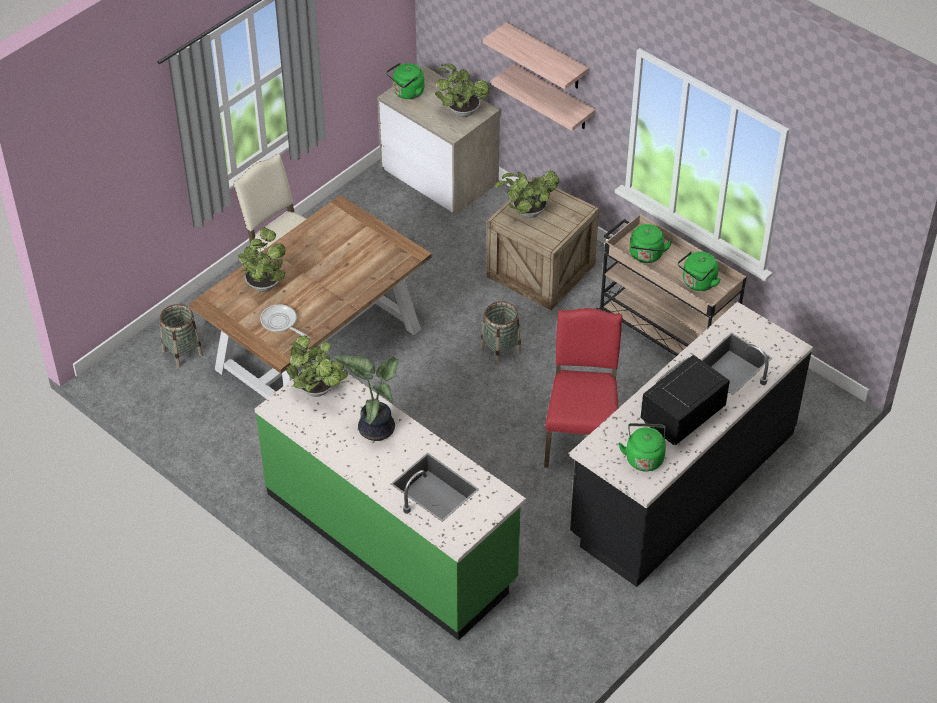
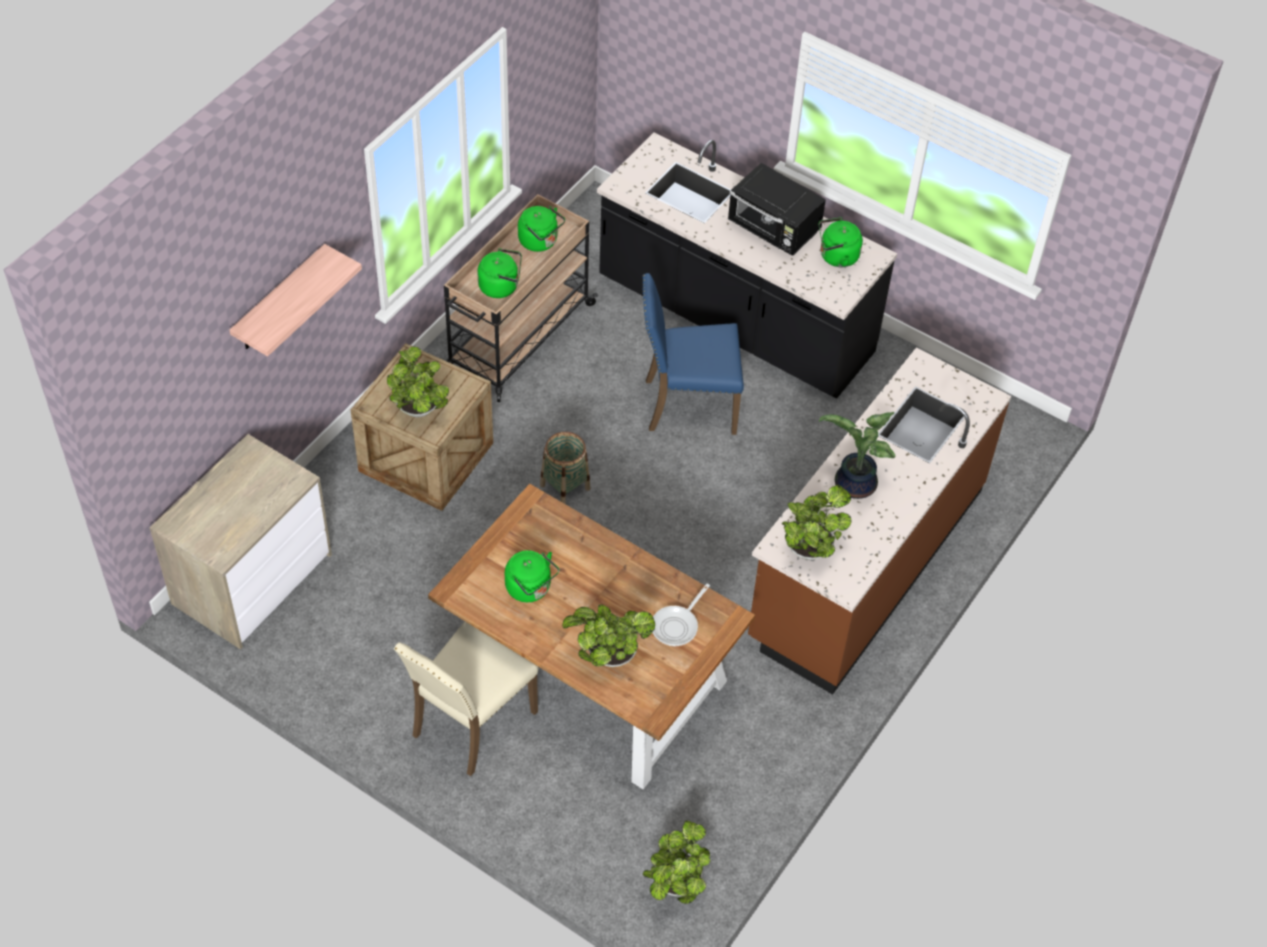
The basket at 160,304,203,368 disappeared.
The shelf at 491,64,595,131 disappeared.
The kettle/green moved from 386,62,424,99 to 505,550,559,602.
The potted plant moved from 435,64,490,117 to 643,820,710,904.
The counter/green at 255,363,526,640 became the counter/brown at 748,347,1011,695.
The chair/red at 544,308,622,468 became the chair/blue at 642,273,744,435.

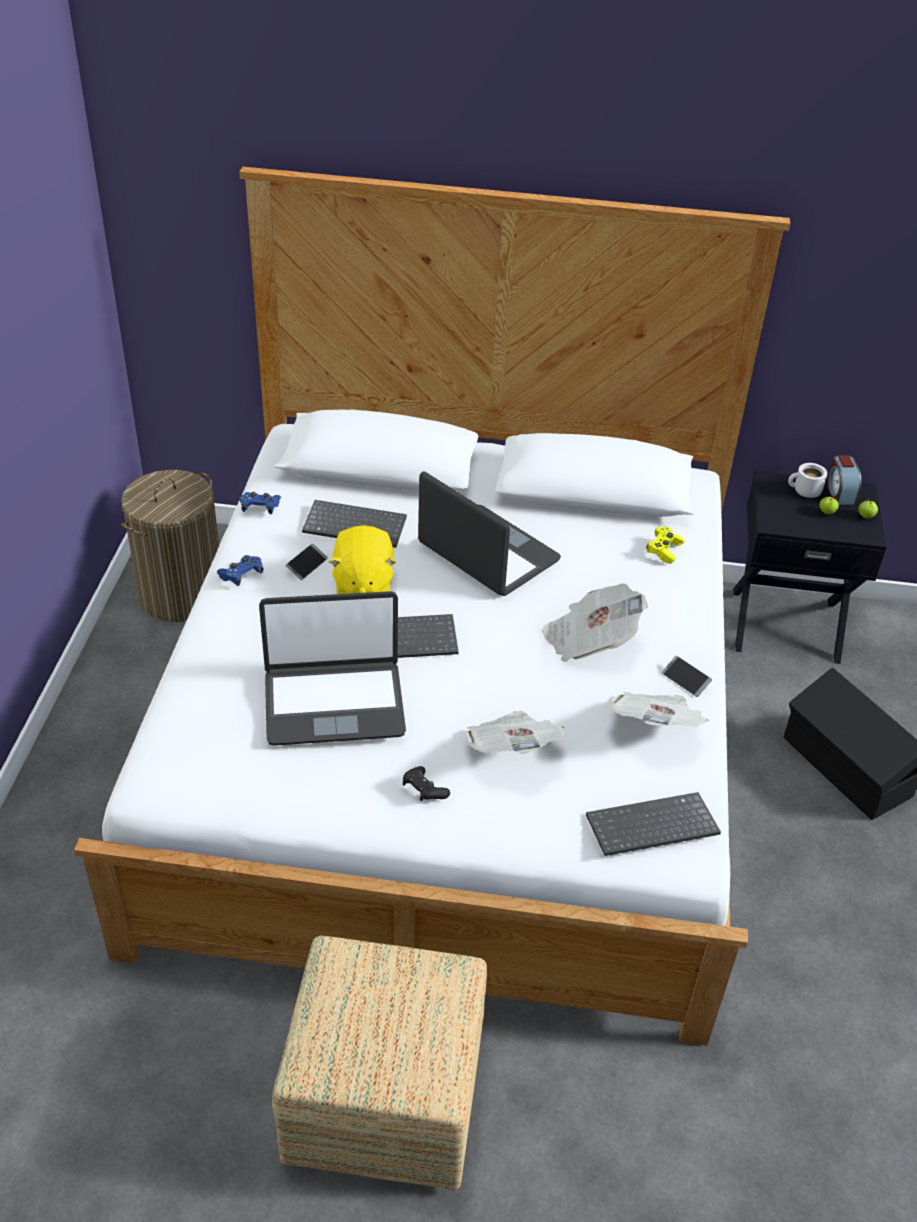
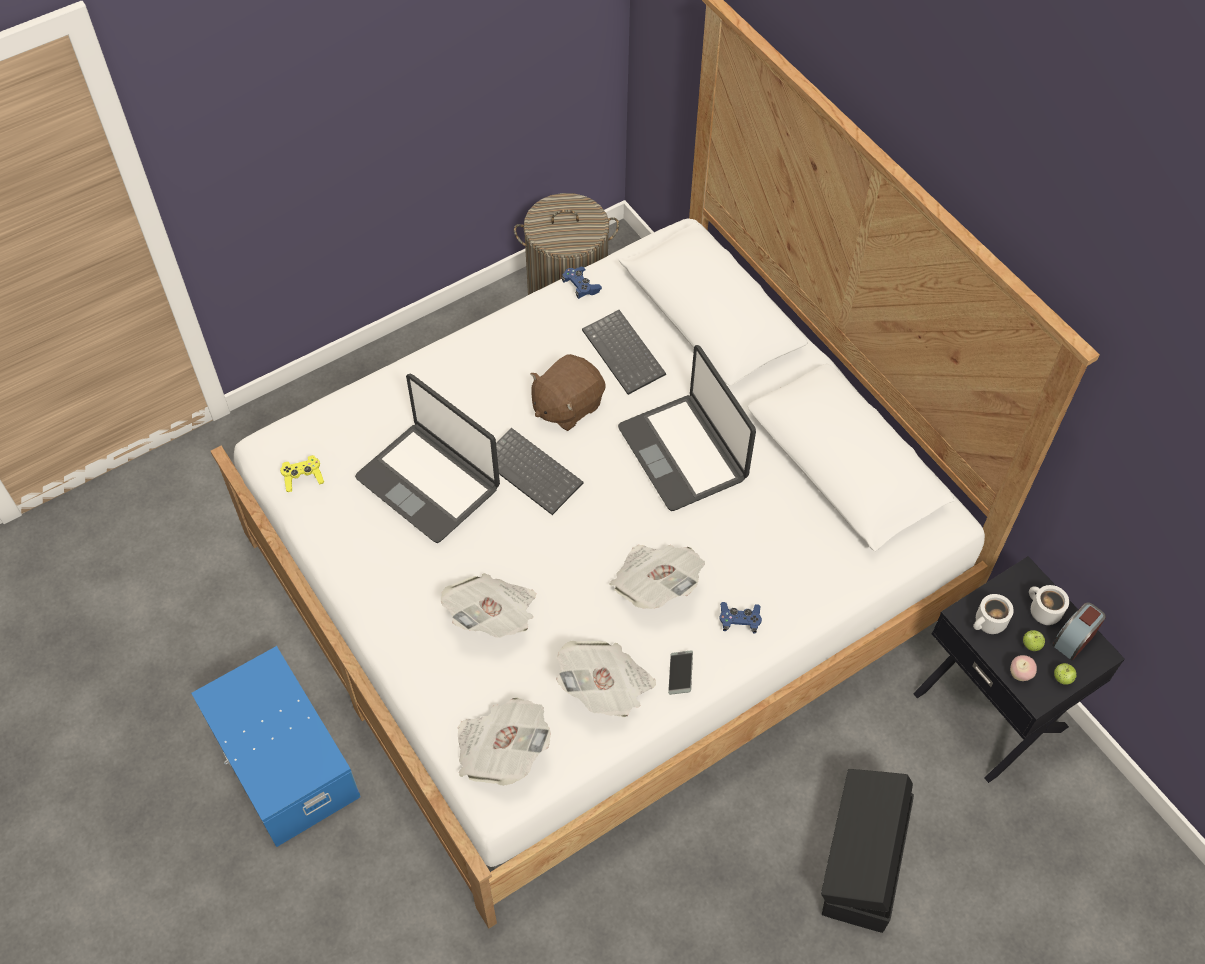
The phone at 286,544,328,580 disappeared.
The game controller/black at 403,766,450,801 disappeared.
The mug/white at 973,594,1014,634 appeared.
The apple at 1010,655,1037,681 appeared.
The game controller/blue moved from 217,555,264,586 to 720,602,762,633.
The game controller/yellow moved from 646,527,685,564 to 280,455,324,492.
The ottoman at 272,936,487,1190 was replaced by the storage box/blue at 191,646,361,847.
The keyboard at 586,792,721,856 was replaced by the newspaper at 458,697,551,786.
The plush toy/yellow at 329,525,397,594 became the plush toy/brown at 530,354,606,431.
The laptop at 418,471,561,596 turned 150 degrees clockwise.

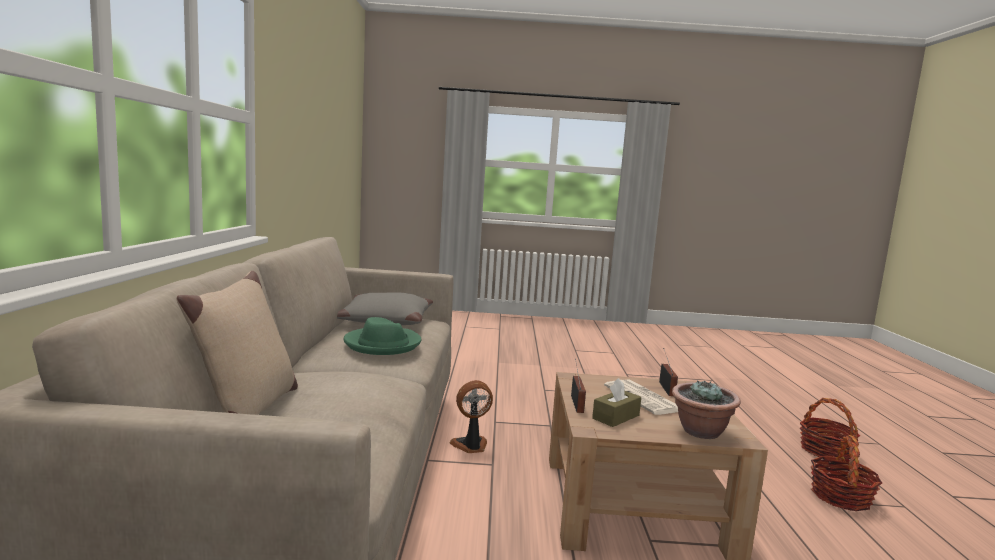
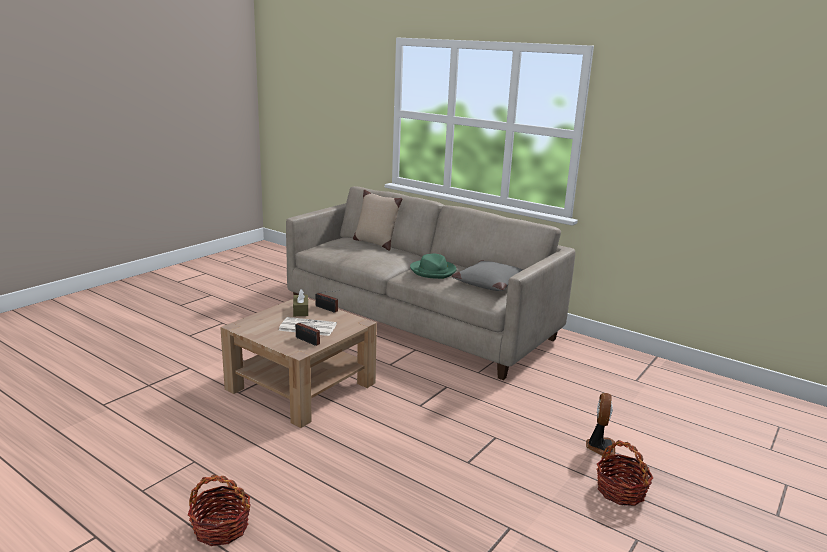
The potted plant at 672,379,741,439 disappeared.
The fan moved from 450,380,493,453 to 586,393,615,456.
The basket moved from 811,435,882,511 to 597,440,653,506.

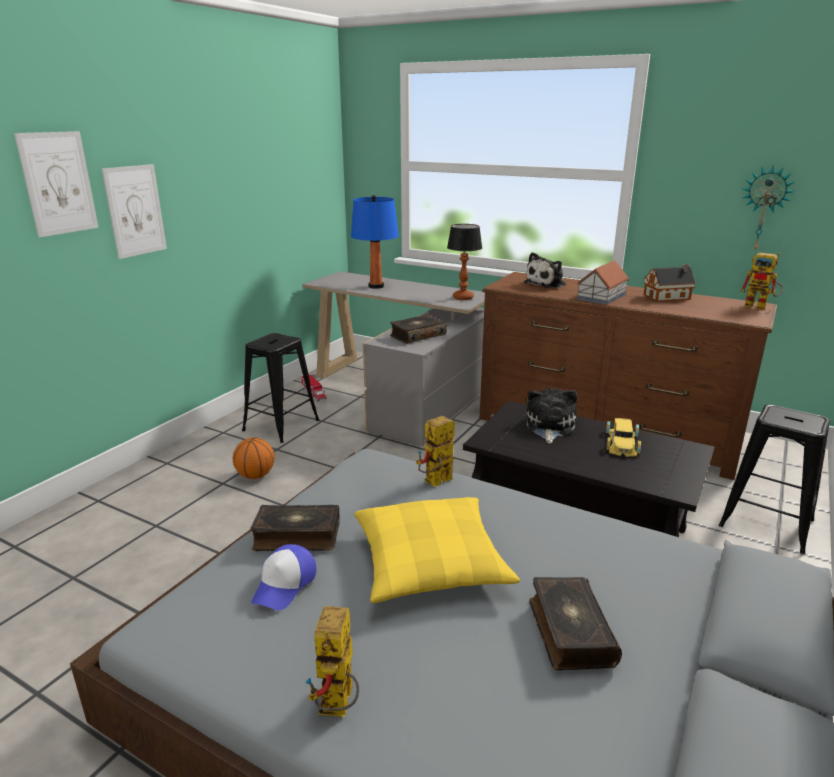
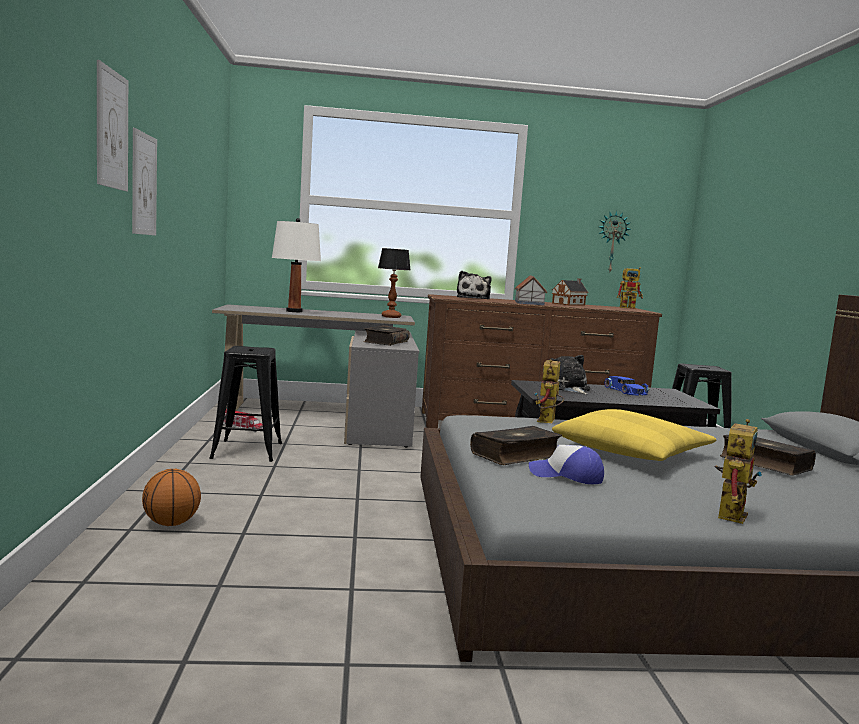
The basketball moved from 233,437,275,479 to 142,469,201,526.
The table lamp/blue at 351,195,399,289 became the table lamp/white at 272,218,321,312.
The toy car/yellow at 606,418,641,457 became the toy car/blue at 604,376,649,396.
The cap at 251,544,317,610 turned 120 degrees clockwise.
The toy robot at 305,606,359,717 turned 120 degrees counterclockwise.

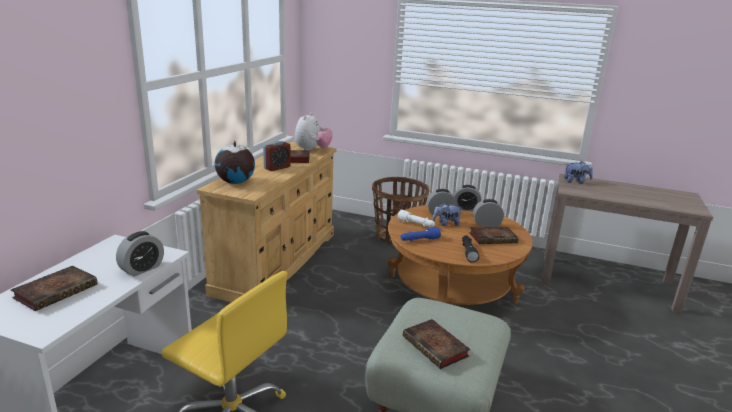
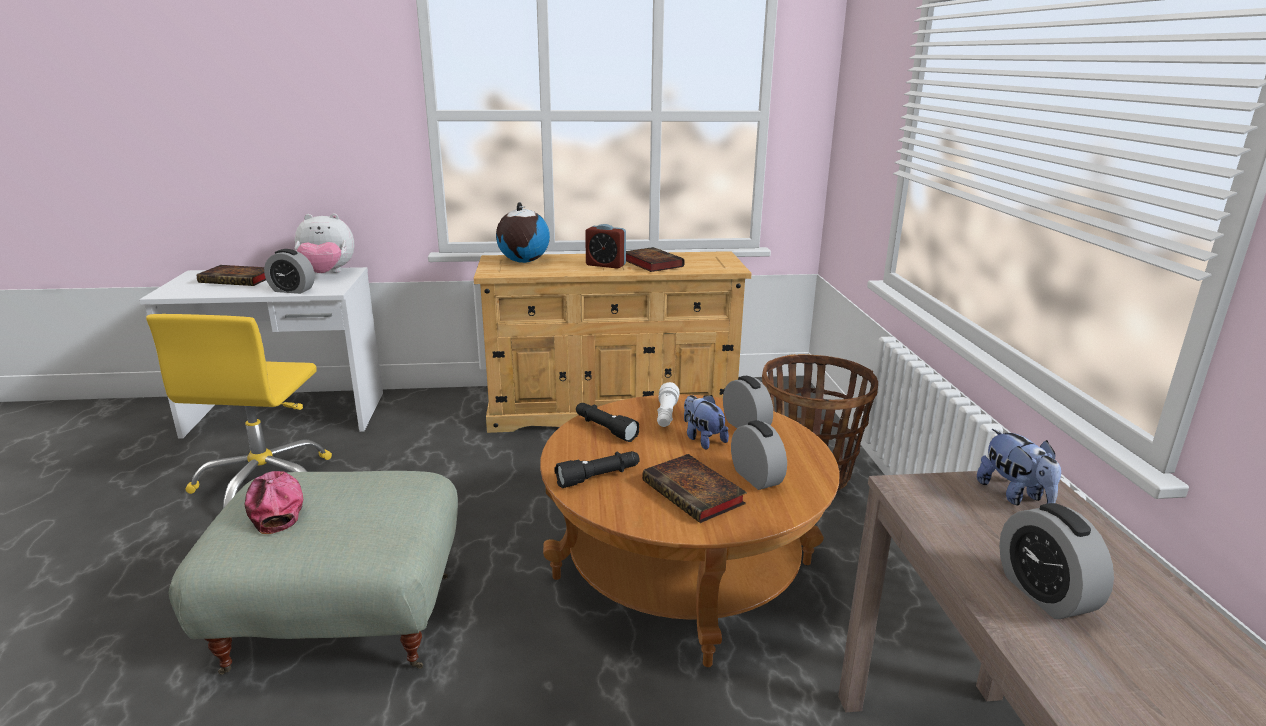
The plush toy moved from 295,113,333,150 to 295,213,354,273.
The alarm clock moved from 454,185,481,211 to 999,503,1114,619.
The book at 403,319,470,369 was replaced by the cap at 245,471,303,534.
The flashlight/blue at 401,227,441,241 became the flashlight/black at 576,403,639,442.

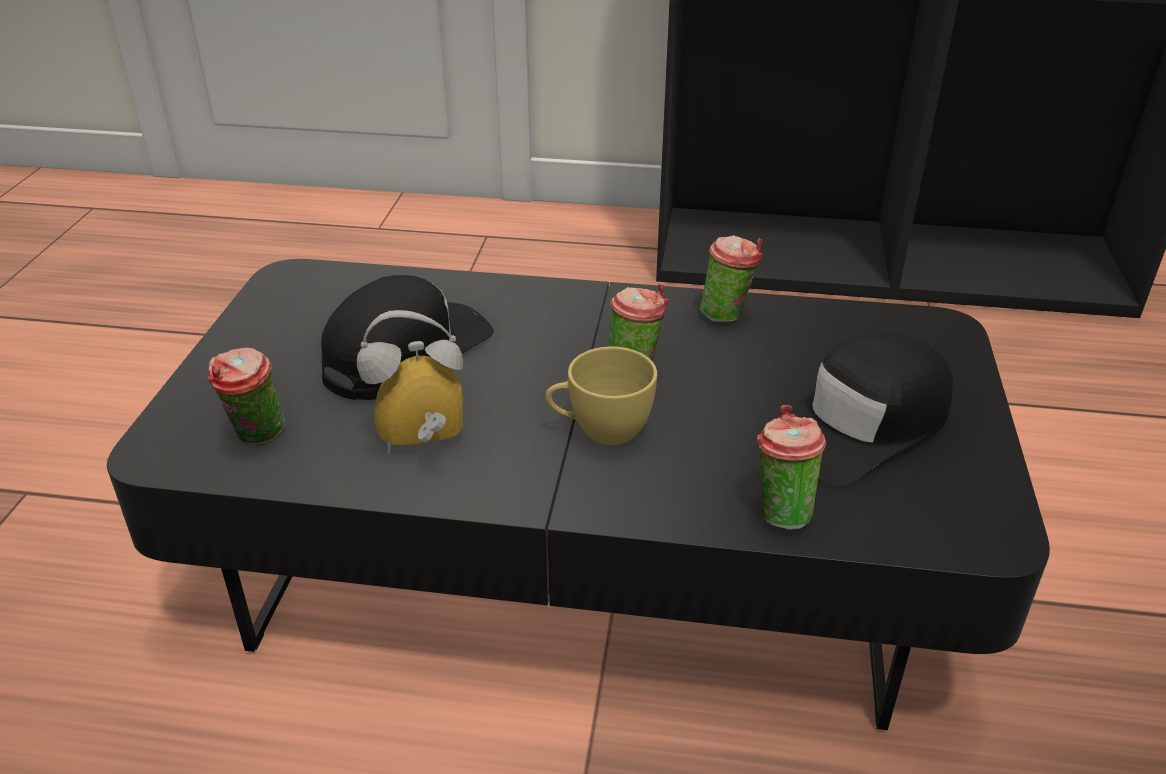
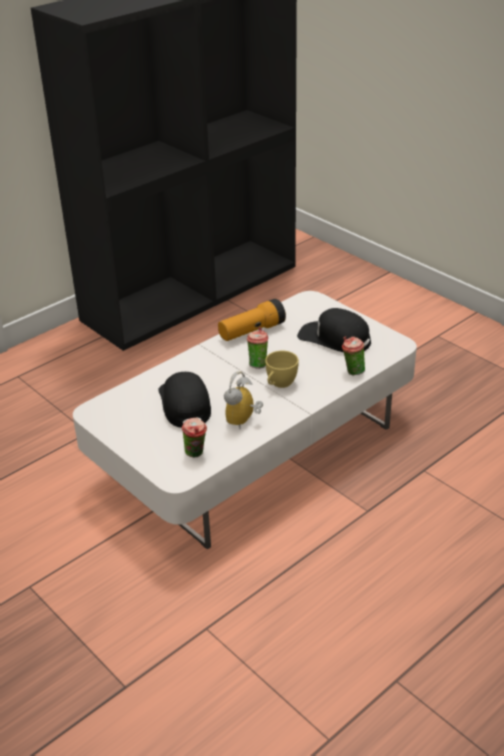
The cup at 700,235,763,322 was replaced by the flashlight at 218,299,286,341.
The coffee table/black at 107,259,1050,730 became the coffee table/white at 73,291,417,549.
The cap/black at 775,332,953,487 turned 120 degrees clockwise.

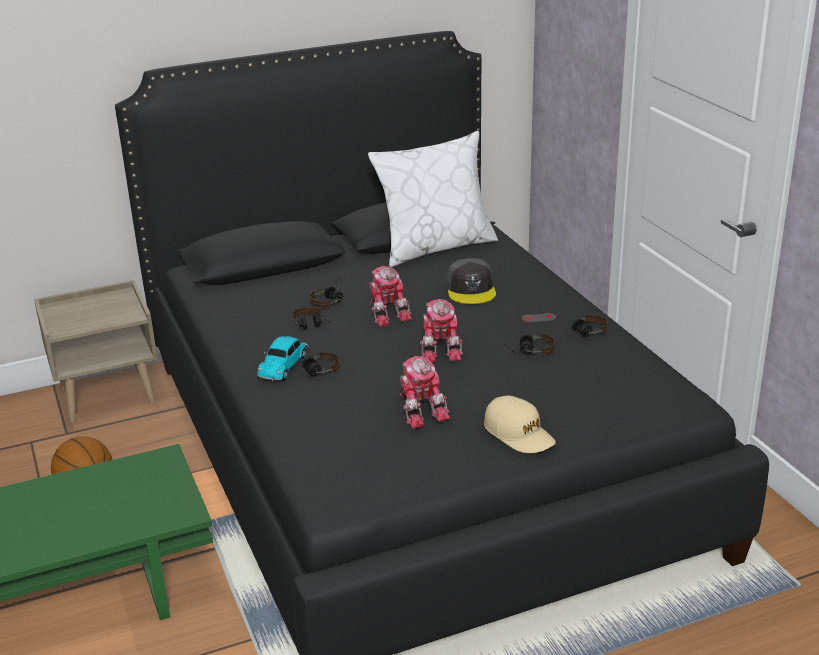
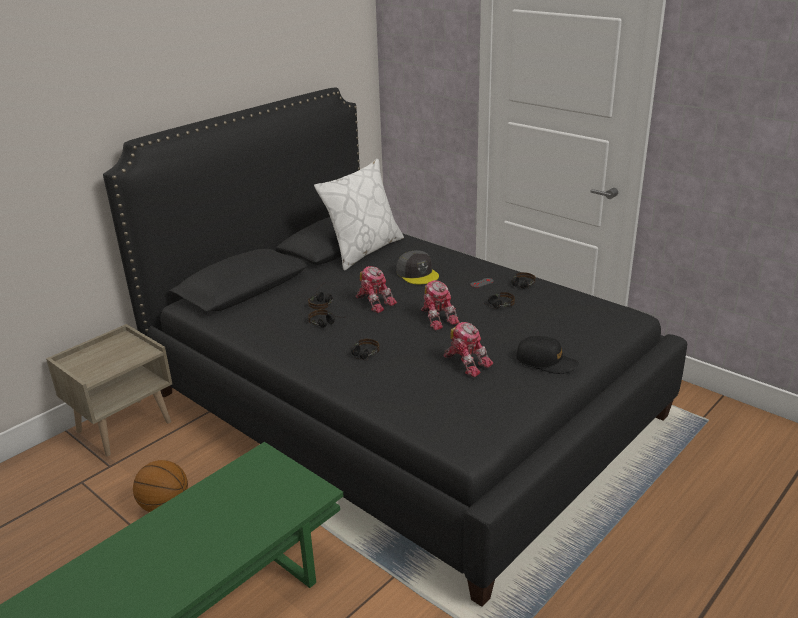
The toy car at 257,336,309,381 disappeared.
The cap/beige at 484,396,556,453 became the cap/black at 516,336,579,374.

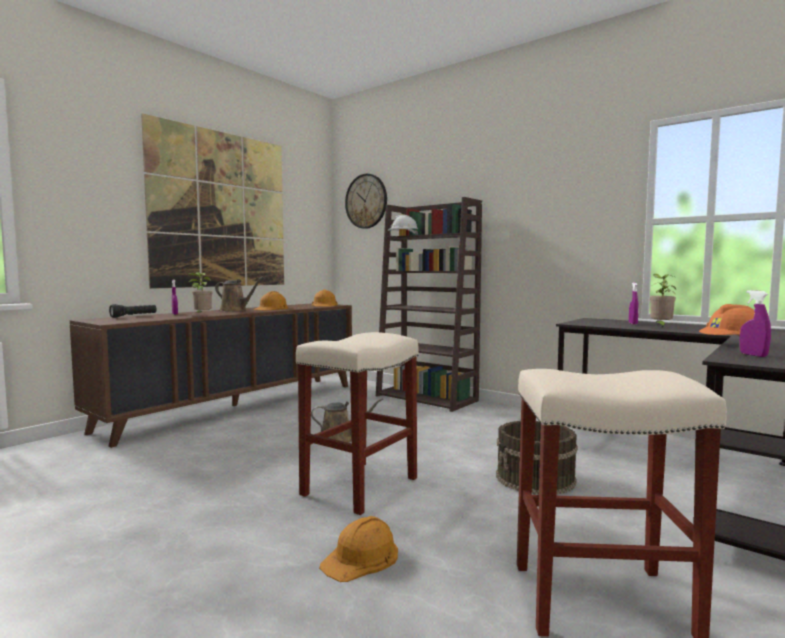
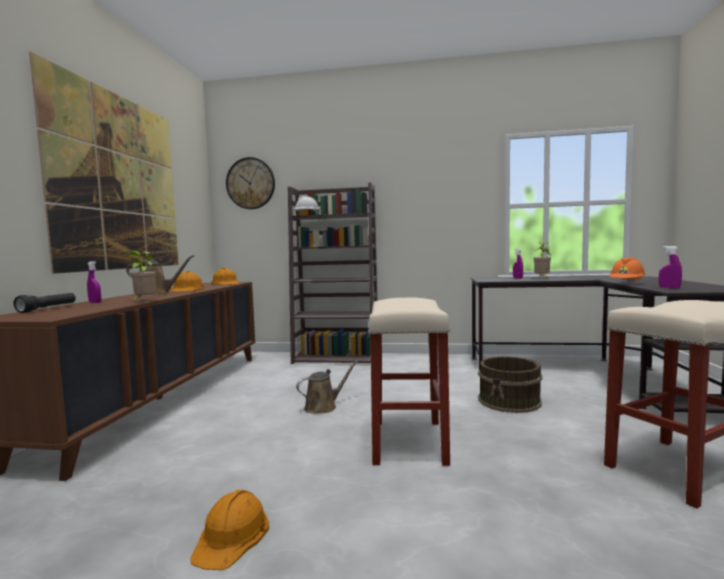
The hard hat/orange moved from 319,516,398,582 to 190,490,269,570.

